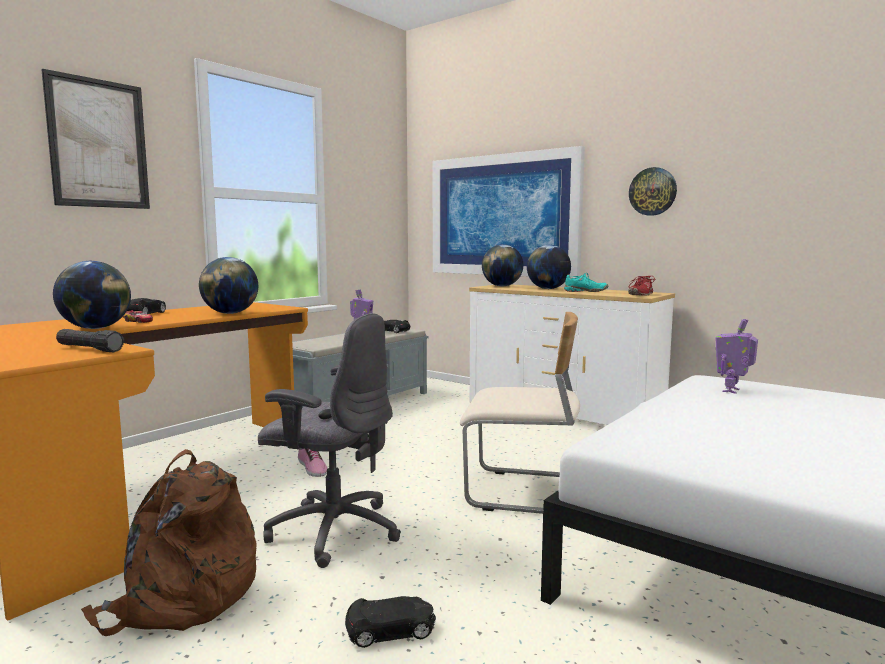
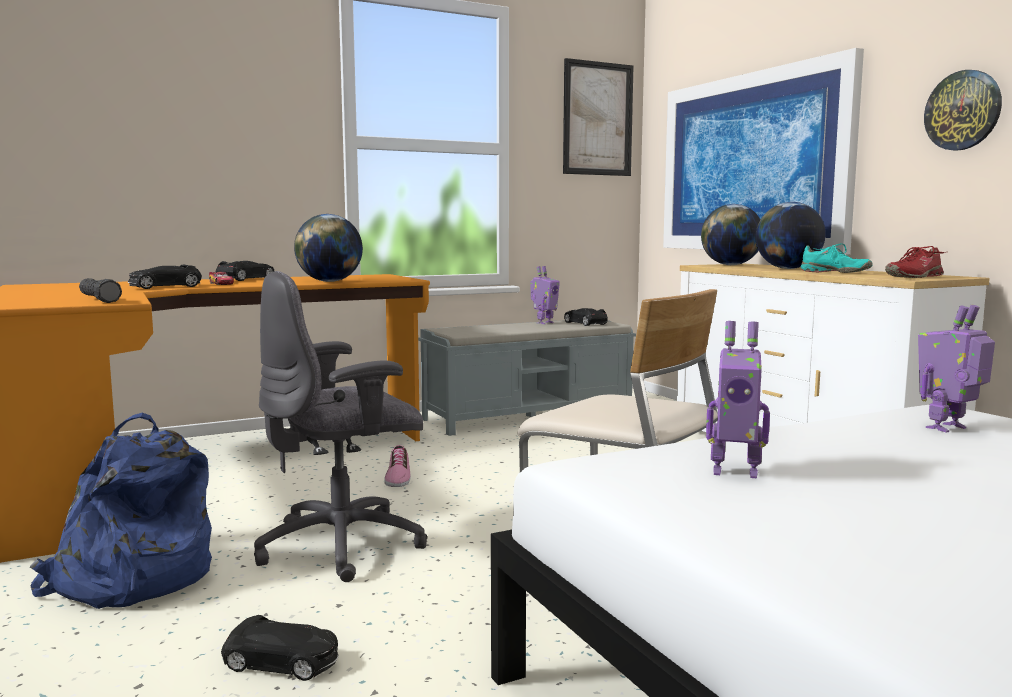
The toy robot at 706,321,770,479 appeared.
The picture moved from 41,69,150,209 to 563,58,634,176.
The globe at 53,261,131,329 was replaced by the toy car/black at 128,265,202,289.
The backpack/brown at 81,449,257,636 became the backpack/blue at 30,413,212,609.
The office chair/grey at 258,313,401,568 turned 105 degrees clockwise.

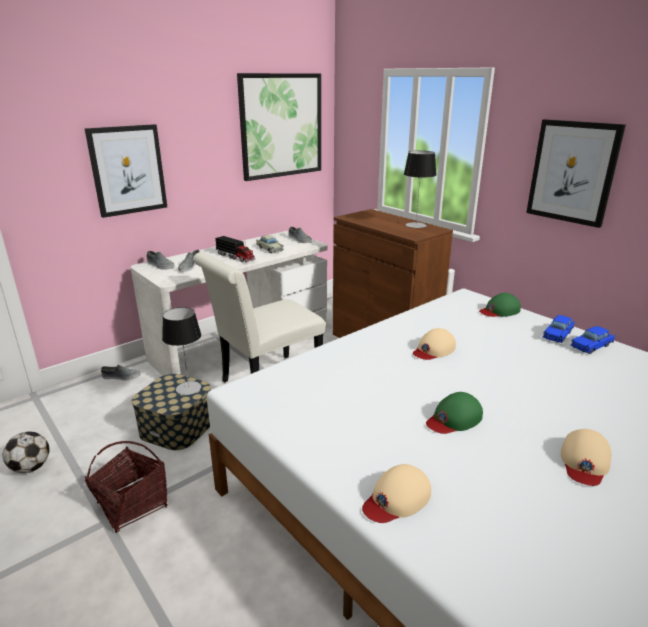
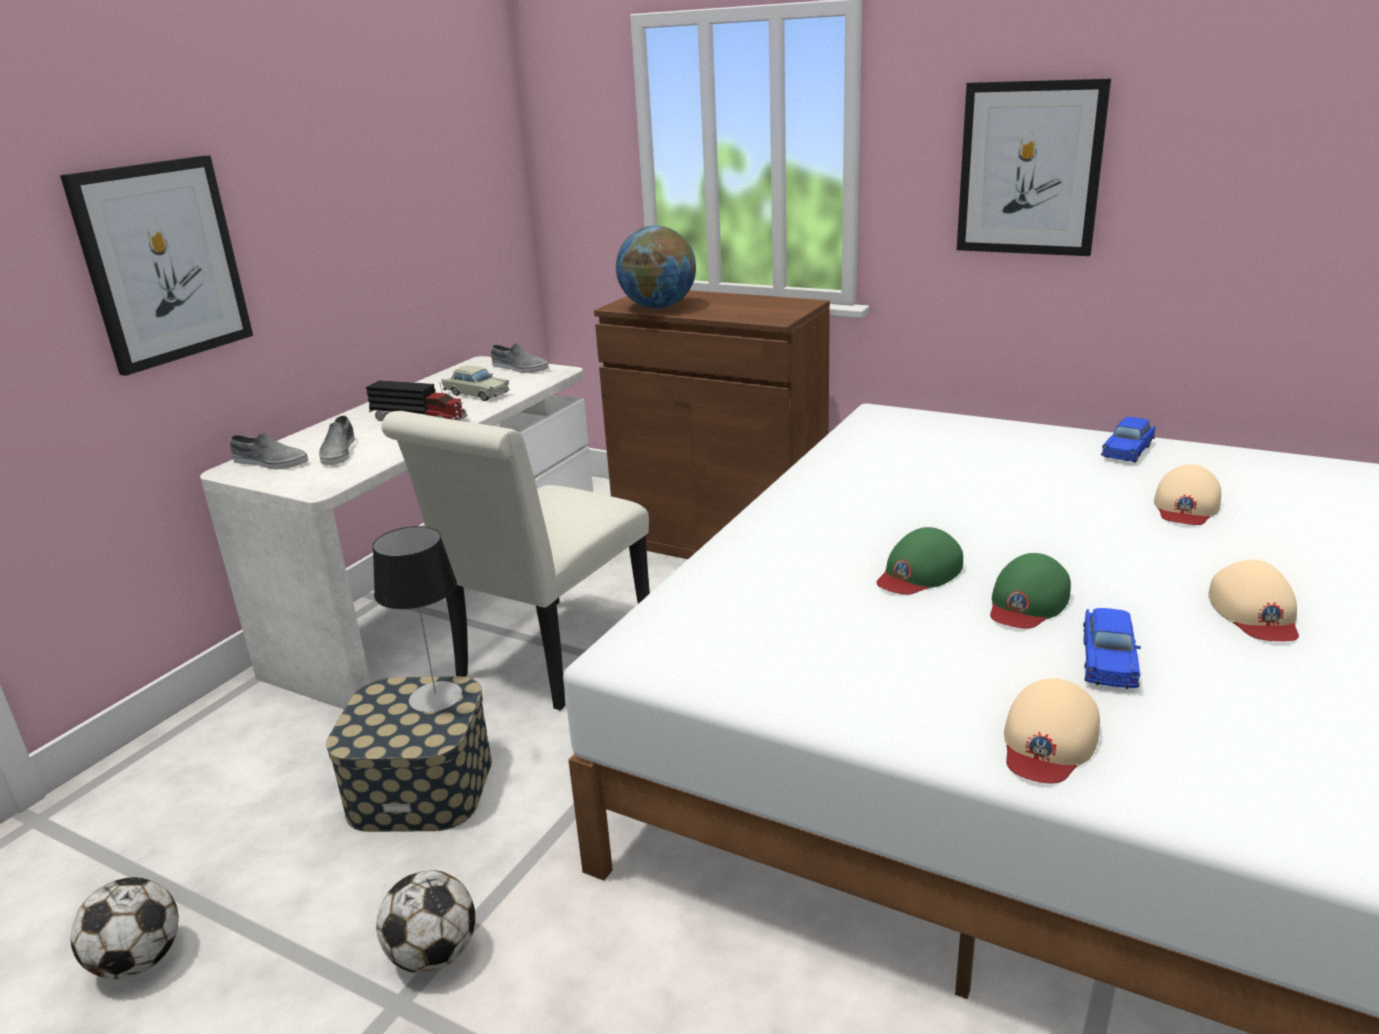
The shoe/grey at 101,364,141,380 disappeared.
The picture at 237,73,321,181 disappeared.
The table lamp at 404,151,436,228 disappeared.
The globe at 616,226,696,309 appeared.
The cap/beige moved from 413,328,456,360 to 1154,464,1221,525.
The cap/green moved from 479,293,521,317 to 876,527,963,595.
The toy car/blue moved from 543,315,575,343 to 1083,608,1141,689.
The basket at 85,441,168,533 was replaced by the football at 376,870,475,973.

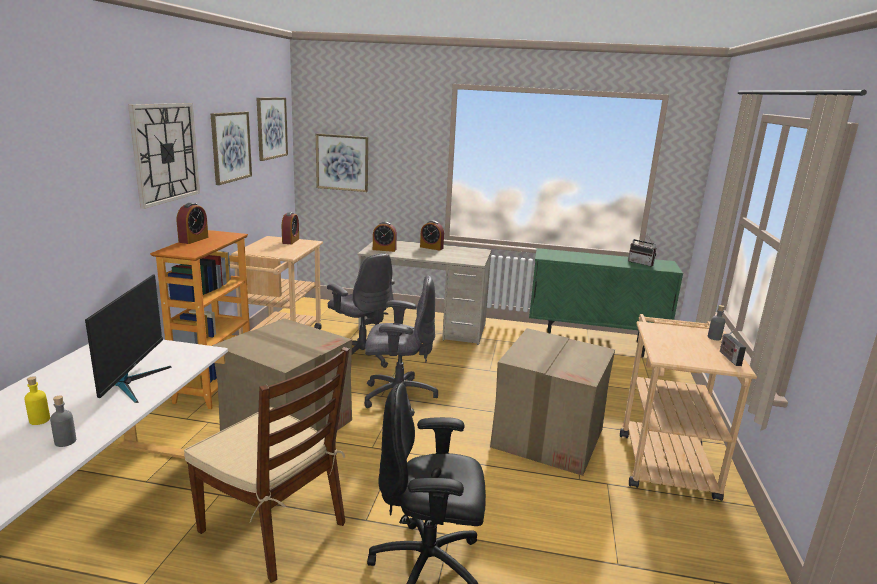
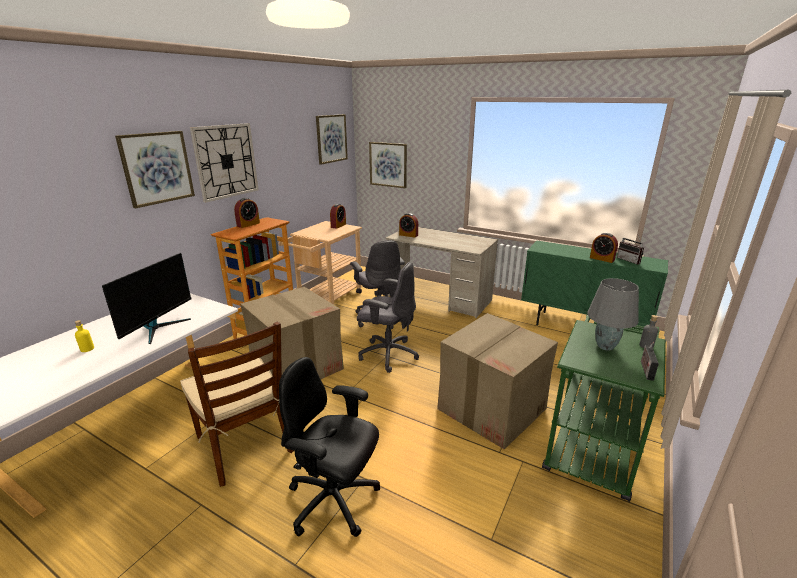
The bottle/grey at 50,396,76,447 disappeared.
The table lamp/grey at 587,278,639,351 appeared.
The picture moved from 211,111,252,185 to 115,131,195,208.
The alarm clock moved from 420,220,444,250 to 590,233,618,263.
The cart/beige at 620,314,757,501 became the cart/green at 542,315,666,502.

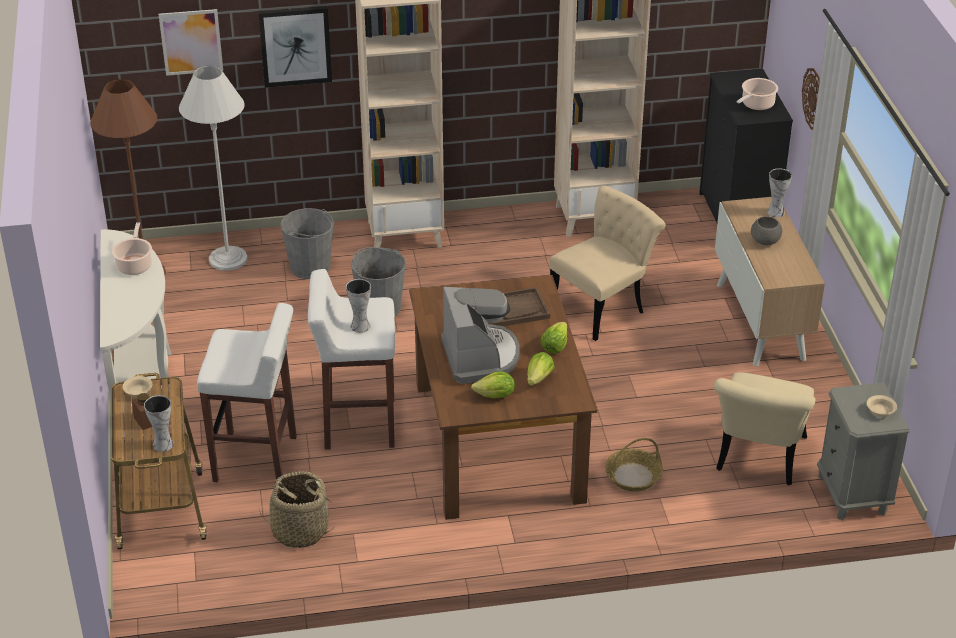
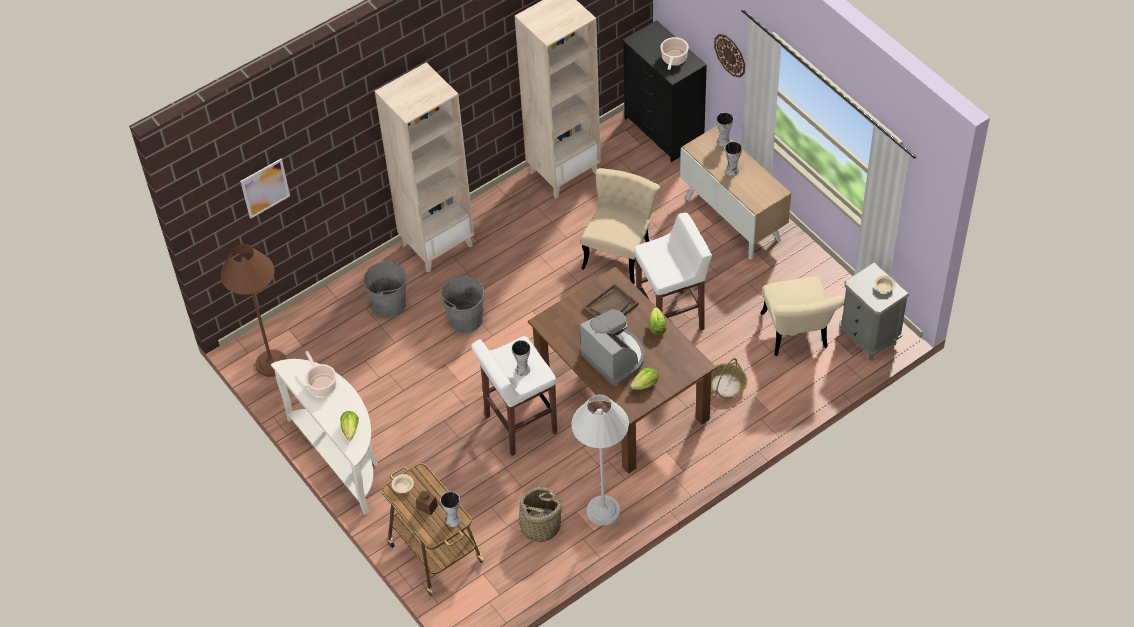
The picture at 258,7,332,88 disappeared.
The floor lamp/white moved from 179,66,248,271 to 572,395,629,525.
The stool/white moved from 197,303,297,482 to 634,213,712,330.
The lettuce moved from 527,352,554,386 to 340,411,359,440.
The bowl/grey at 751,216,782,245 was replaced by the vase at 725,141,742,176.

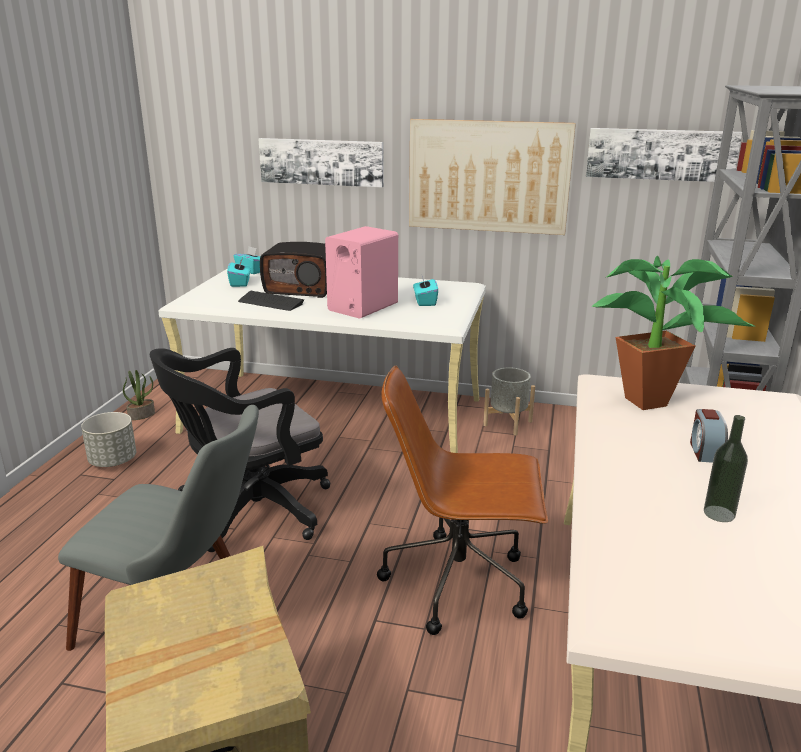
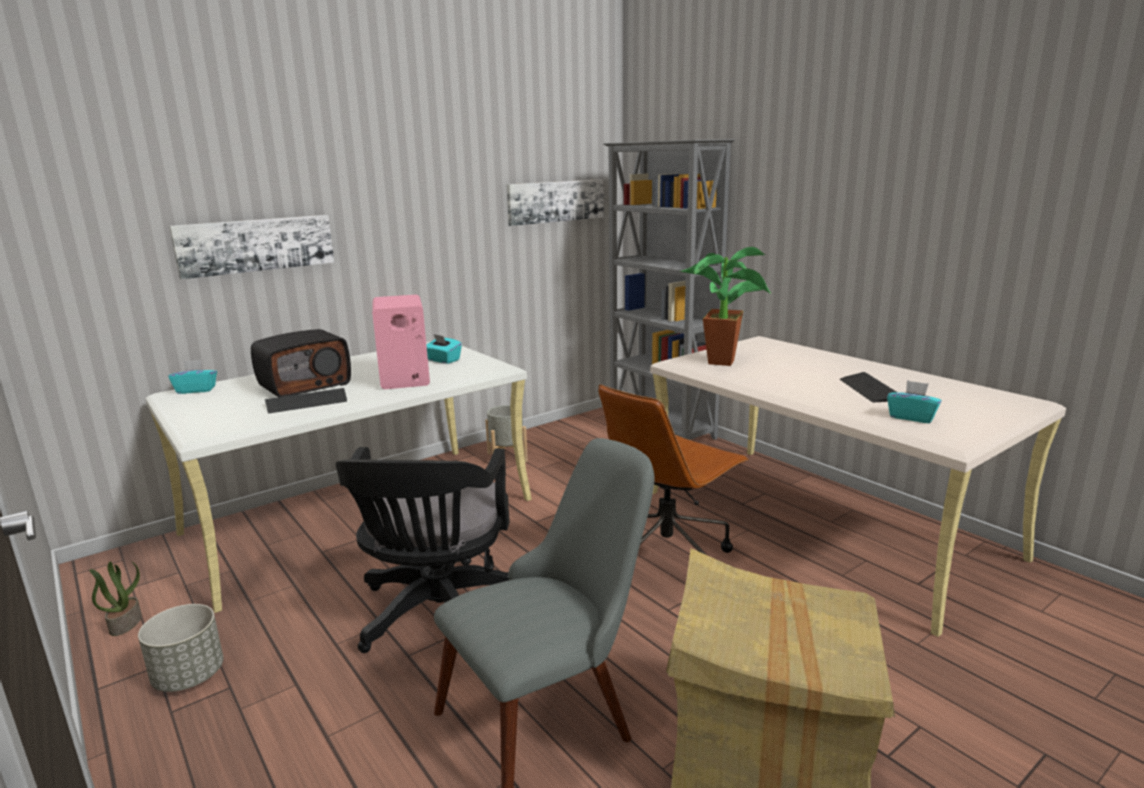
The picture at 409,119,576,235 disappeared.
The alarm clock at 690,409,728,463 disappeared.
The tissue box/turquoise moved from 227,258,251,287 to 887,380,942,423.
The bottle at 704,415,748,522 was replaced by the keyboard at 840,372,896,402.

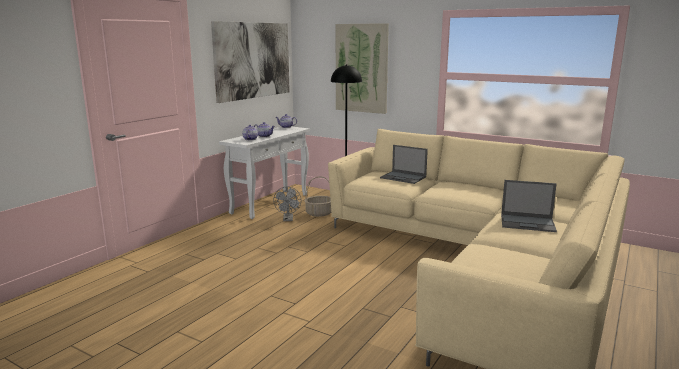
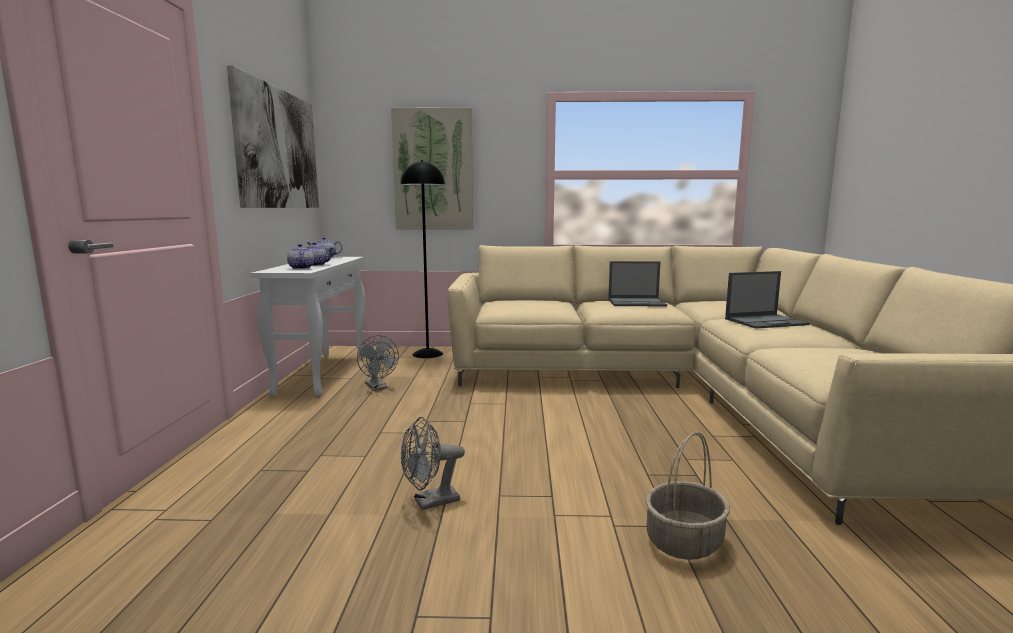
The fan/grey at 401,417,465,510 appeared.
The basket moved from 304,176,331,217 to 645,432,730,560.
The laptop moved from 380,145,428,184 to 608,261,667,307.

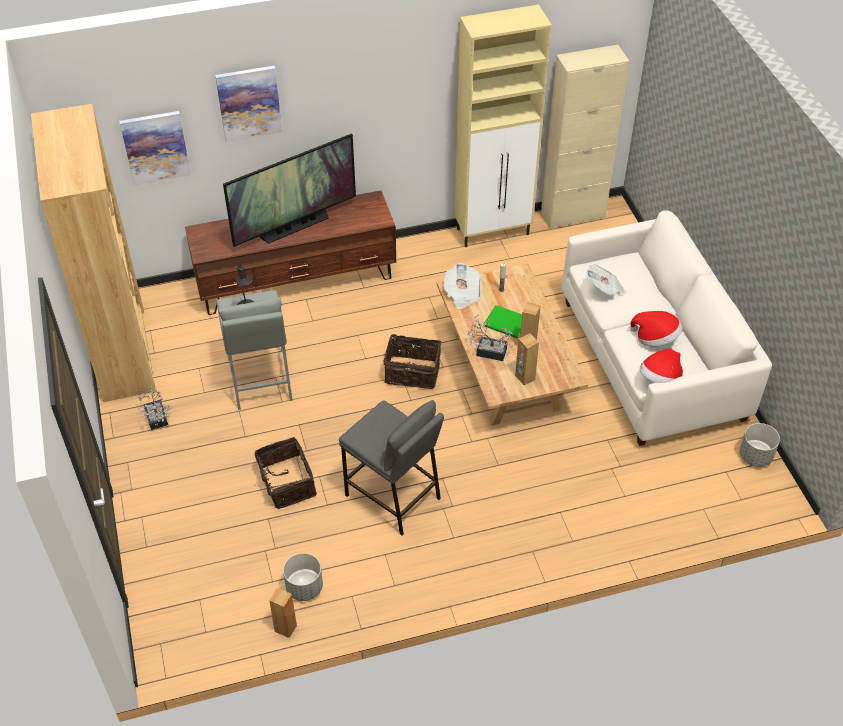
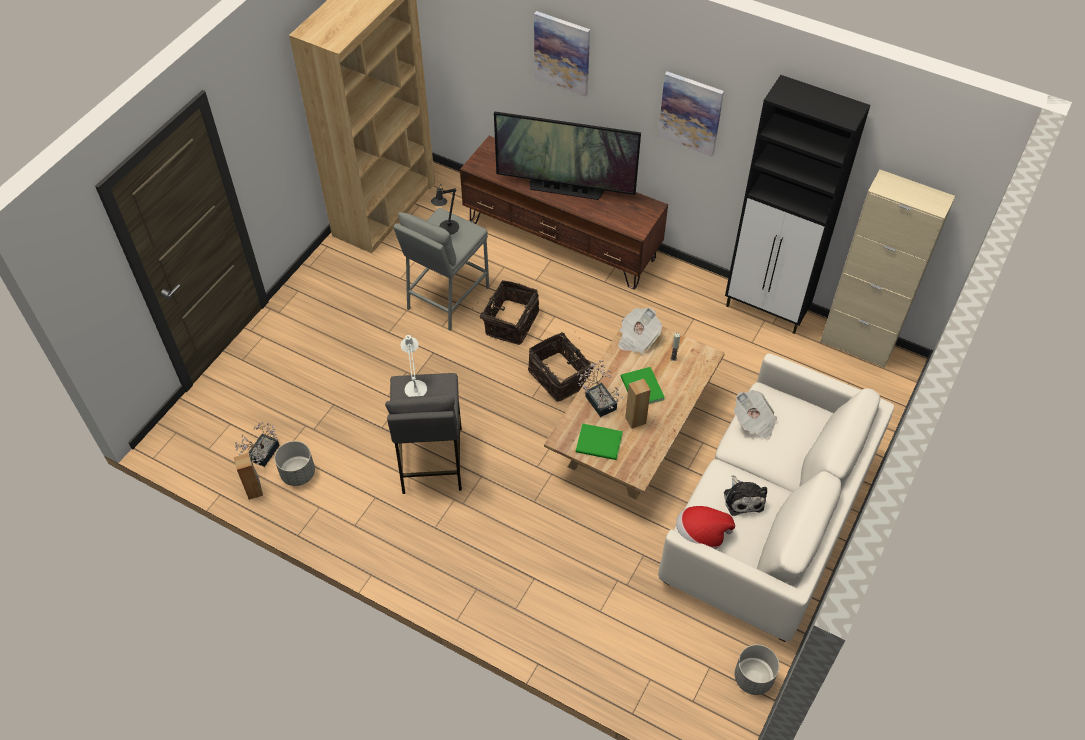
The table lamp/white at 401,335,427,397 appeared.
The picture moved from 119,111,191,185 to 658,71,724,157.
The potted plant moved from 138,387,172,430 to 235,422,280,467.
The basket moved from 255,437,317,509 to 480,280,539,345.
The speaker/brown at 515,333,539,385 was replaced by the book/green at 576,423,623,460.
The hat at 630,311,682,347 was replaced by the plush toy at 724,475,767,516.
The cabinet/beige at 455,5,552,247 became the cabinet/black at 725,75,870,334.

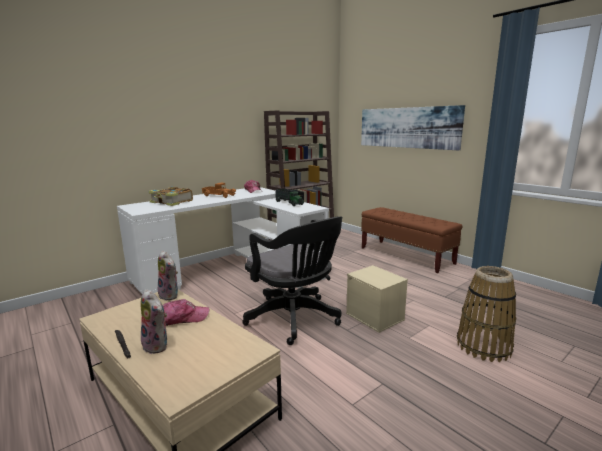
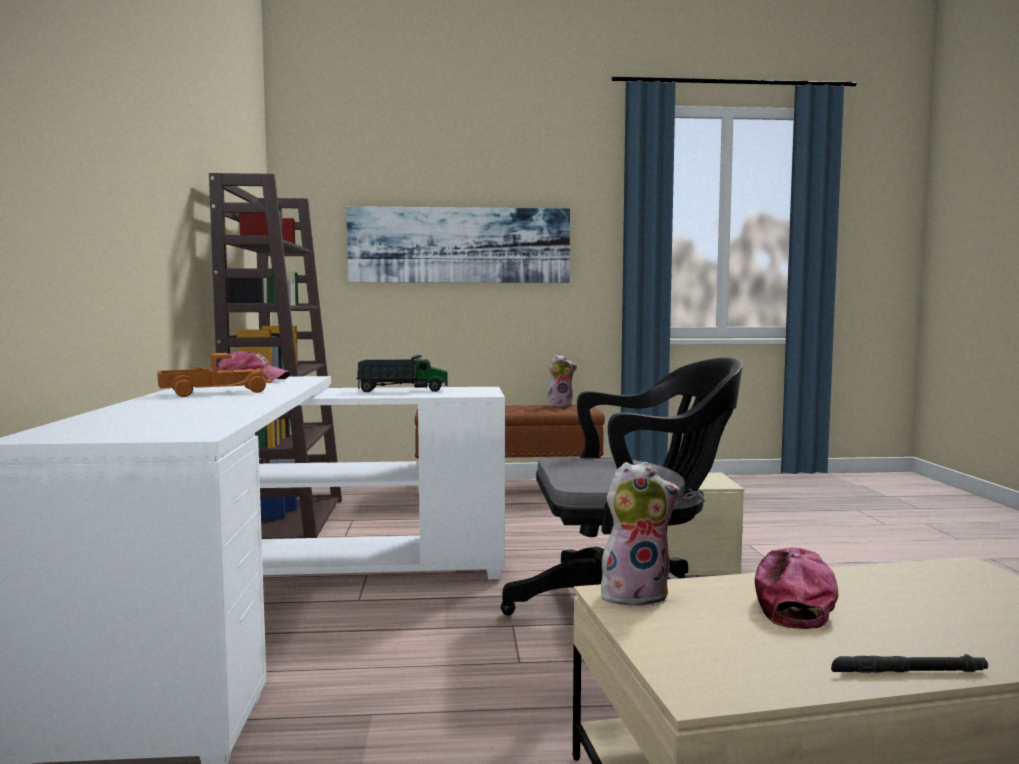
The book at 149,187,193,206 disappeared.
The basket at 457,266,516,362 disappeared.
The plush toy moved from 140,289,167,354 to 547,355,577,407.

